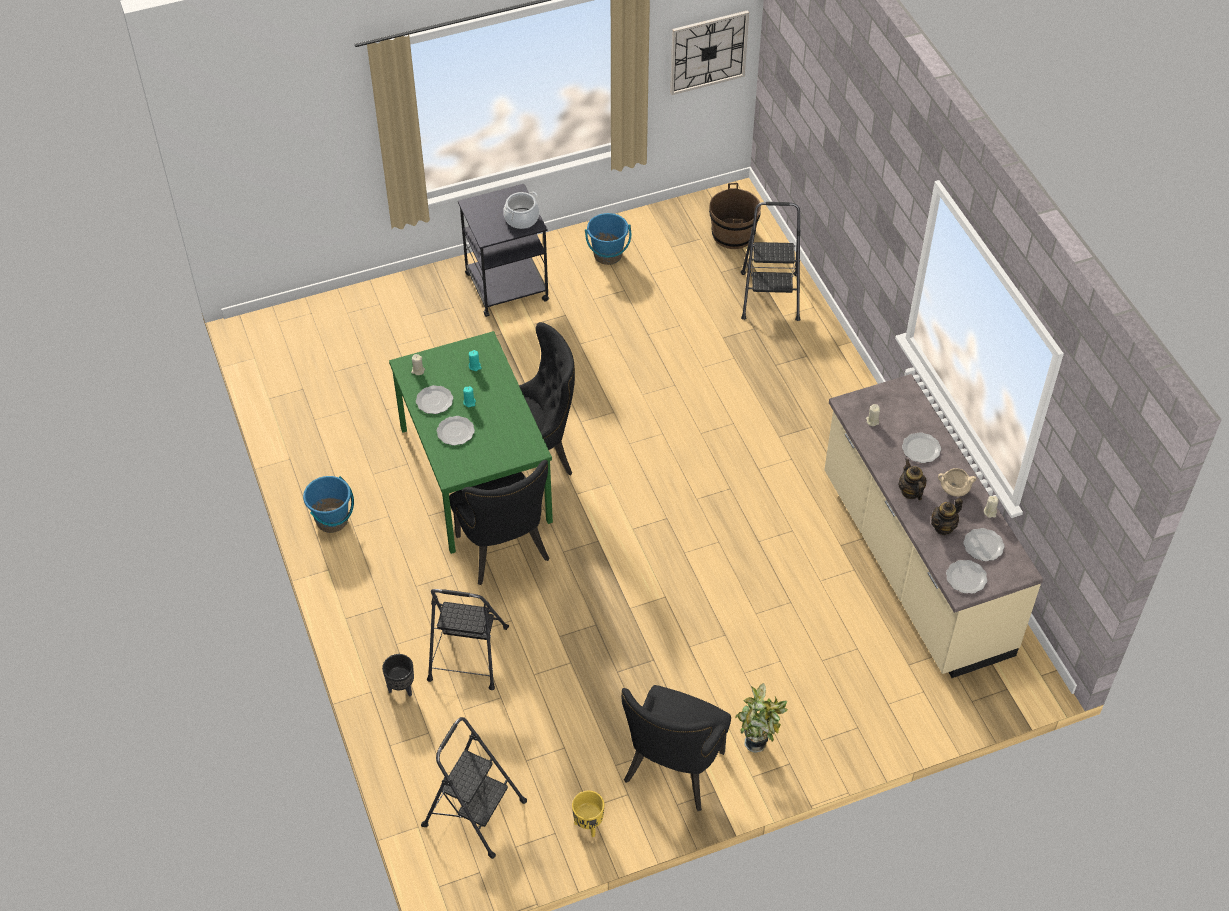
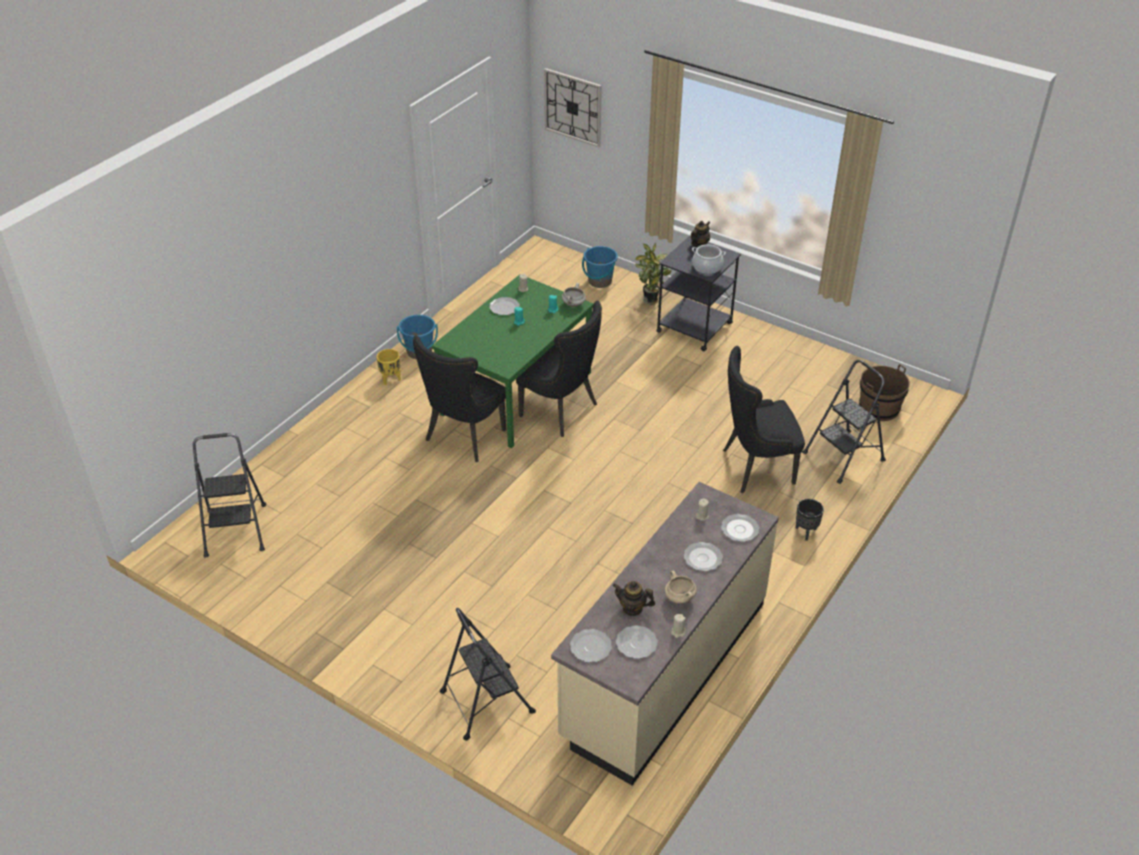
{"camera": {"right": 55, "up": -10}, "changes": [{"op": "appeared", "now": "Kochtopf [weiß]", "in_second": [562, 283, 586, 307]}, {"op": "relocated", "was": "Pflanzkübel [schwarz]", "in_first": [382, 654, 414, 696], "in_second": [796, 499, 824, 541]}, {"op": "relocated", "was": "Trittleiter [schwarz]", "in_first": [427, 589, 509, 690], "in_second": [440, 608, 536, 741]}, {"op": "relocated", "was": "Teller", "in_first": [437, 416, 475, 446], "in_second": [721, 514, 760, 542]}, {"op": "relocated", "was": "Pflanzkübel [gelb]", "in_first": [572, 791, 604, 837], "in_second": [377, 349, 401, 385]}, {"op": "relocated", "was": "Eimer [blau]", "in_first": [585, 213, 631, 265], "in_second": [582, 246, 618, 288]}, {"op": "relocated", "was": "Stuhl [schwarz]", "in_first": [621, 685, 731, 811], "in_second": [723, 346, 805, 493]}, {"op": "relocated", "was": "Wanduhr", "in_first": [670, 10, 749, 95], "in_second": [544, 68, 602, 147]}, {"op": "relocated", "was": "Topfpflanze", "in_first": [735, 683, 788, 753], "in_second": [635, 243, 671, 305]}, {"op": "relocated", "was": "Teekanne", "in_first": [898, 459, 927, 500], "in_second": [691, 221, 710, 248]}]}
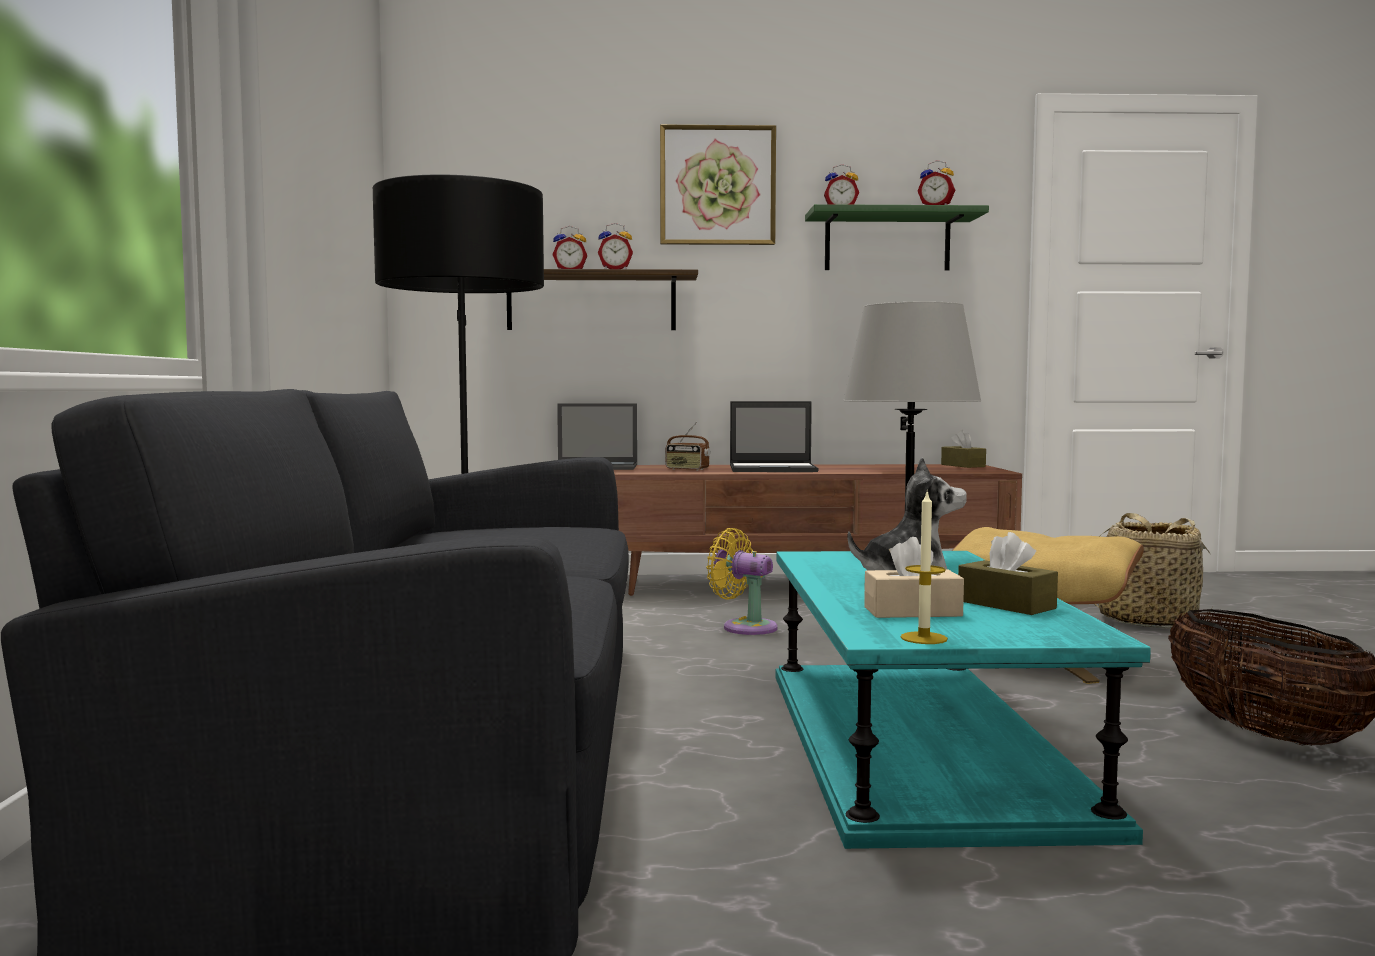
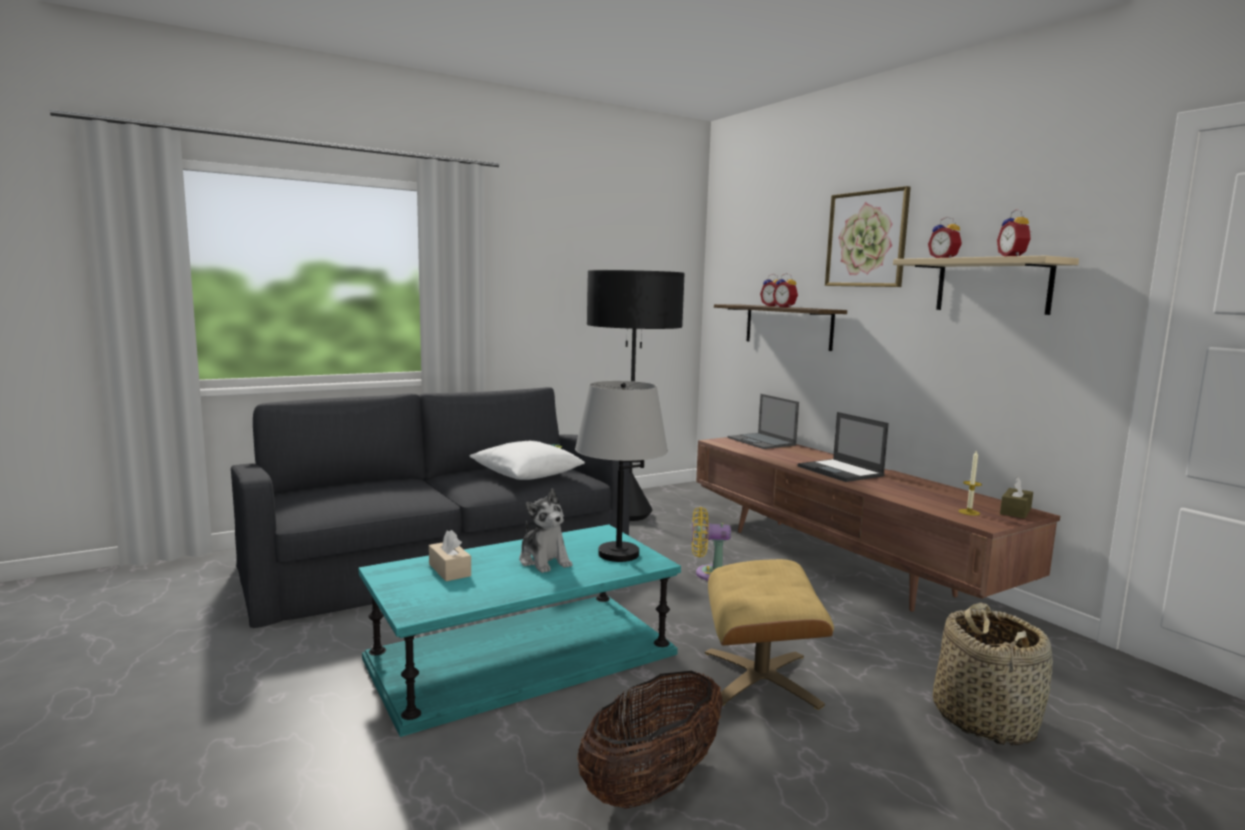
{"camera": {"right": 60, "up": 5}, "changes": [{"op": "missing", "was": "Radio", "in_first": [665, 422, 710, 471]}, {"op": "missing", "was": "Taschentuchbox [braun]", "in_first": [958, 532, 1058, 615]}, {"op": "appeared", "now": "Kissen [weiß]", "in_second": [469, 441, 585, 480]}, {"op": "relocated", "was": "Kerze", "in_first": [900, 492, 948, 644], "in_second": [959, 451, 982, 516]}, {"op": "colour", "was": "Wandregal [grün]", "now": "Wandregal [beige]", "in_first": [805, 204, 989, 271], "in_second": [893, 256, 1079, 315]}, {"op": "spun", "was": "Ventilator [gelb]", "in_first": [707, 528, 777, 635], "in_second": [692, 507, 731, 581], "clockwise": -90}]}
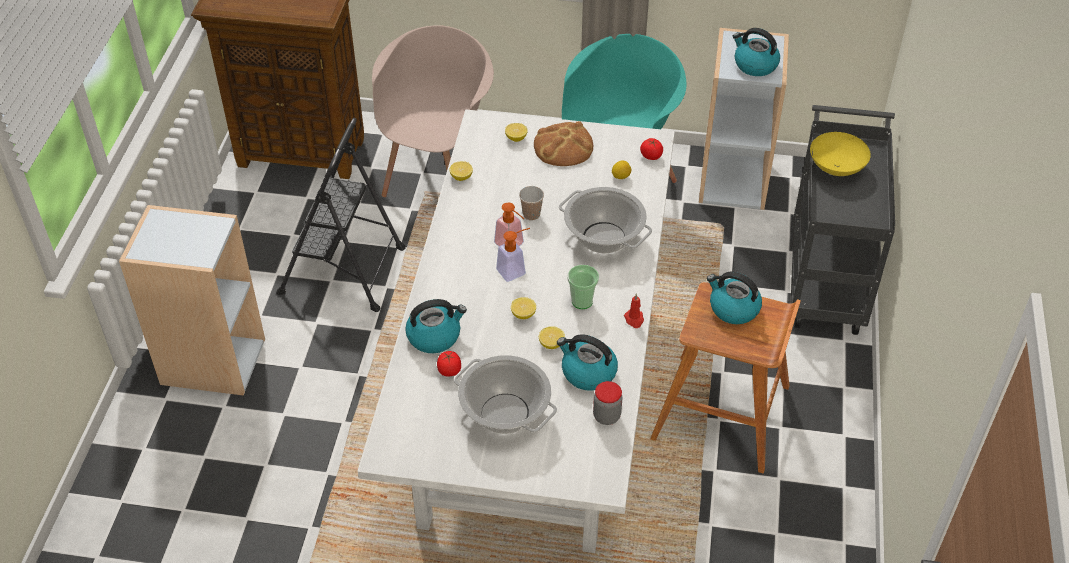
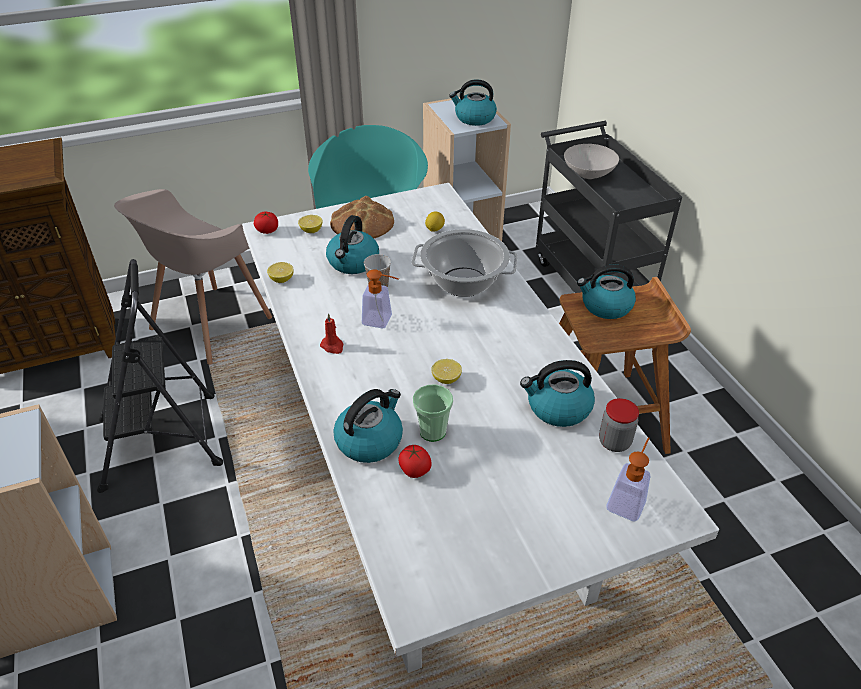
{"camera": {"right": -30, "up": -5}, "changes": [{"op": "missing", "was": "Kochtopf", "in_first": [453, 355, 557, 434]}, {"op": "missing", "was": "Zitrone", "in_first": [539, 326, 565, 349]}, {"op": "appeared", "now": "Wasserkessel", "in_second": [326, 215, 379, 274]}, {"op": "relocated", "was": "Seifenspender", "in_first": [496, 228, 530, 282], "in_second": [606, 437, 650, 522]}, {"op": "relocated", "was": "Tasse", "in_first": [568, 265, 599, 309], "in_second": [413, 384, 453, 442]}, {"op": "relocated", "was": "Kerze [rot]", "in_first": [624, 293, 644, 328], "in_second": [320, 313, 343, 354]}, {"op": "relocated", "was": "Tomate", "in_first": [640, 138, 663, 160], "in_second": [254, 212, 278, 234]}, {"op": "colour", "was": "Schüssel [gelb]", "now": "Schüssel [weiß]", "in_first": [810, 132, 871, 176], "in_second": [564, 144, 619, 179]}, {"op": "spun", "was": "Stuhl [beige]", "in_first": [372, 25, 494, 197], "in_second": [114, 189, 272, 365], "clockwise": -135}]}
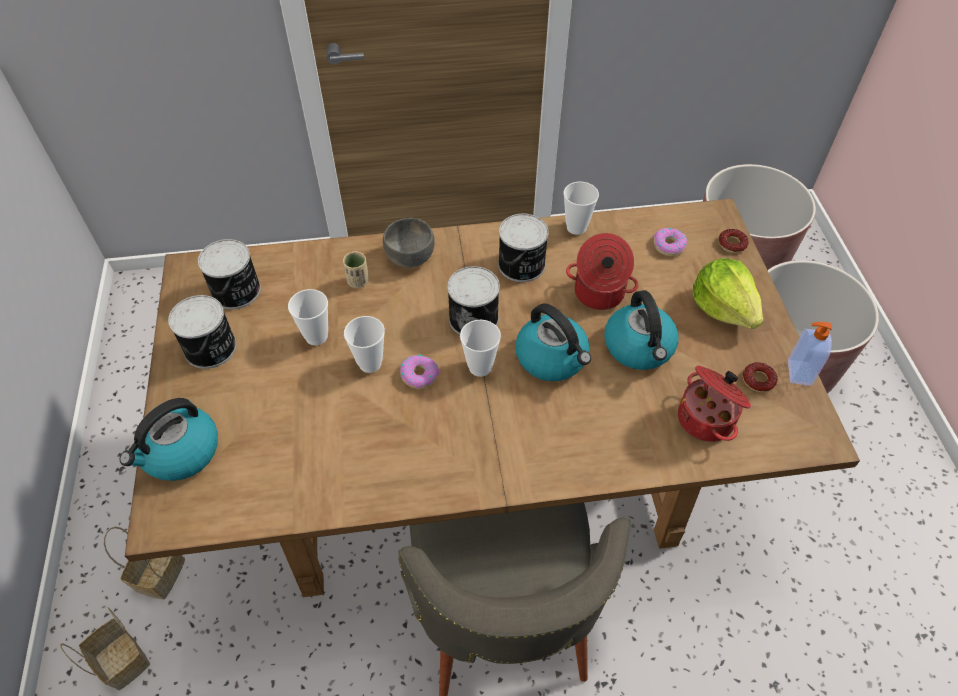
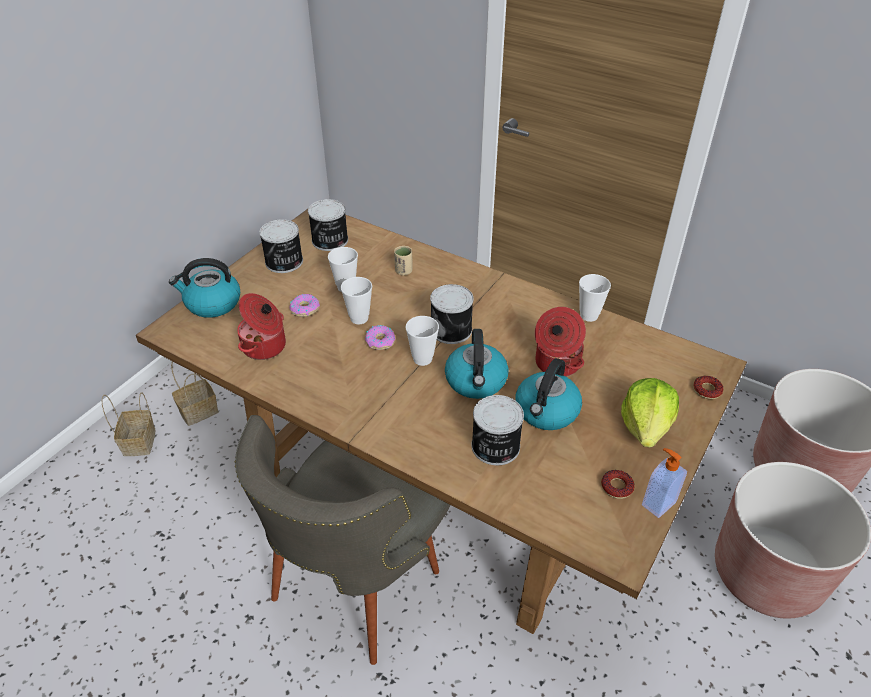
{"camera": {"right": 40, "up": -10}, "changes": [{"op": "missing", "was": "Schüssel [grau]", "in_first": [383, 218, 435, 268]}, {"op": "relocated", "was": "Dose", "in_first": [498, 214, 549, 282], "in_second": [471, 395, 524, 465]}, {"op": "relocated", "was": "Donut", "in_first": [654, 228, 687, 256], "in_second": [289, 294, 320, 317]}, {"op": "relocated", "was": "Kochtopf", "in_first": [678, 366, 751, 442], "in_second": [237, 293, 286, 360]}]}
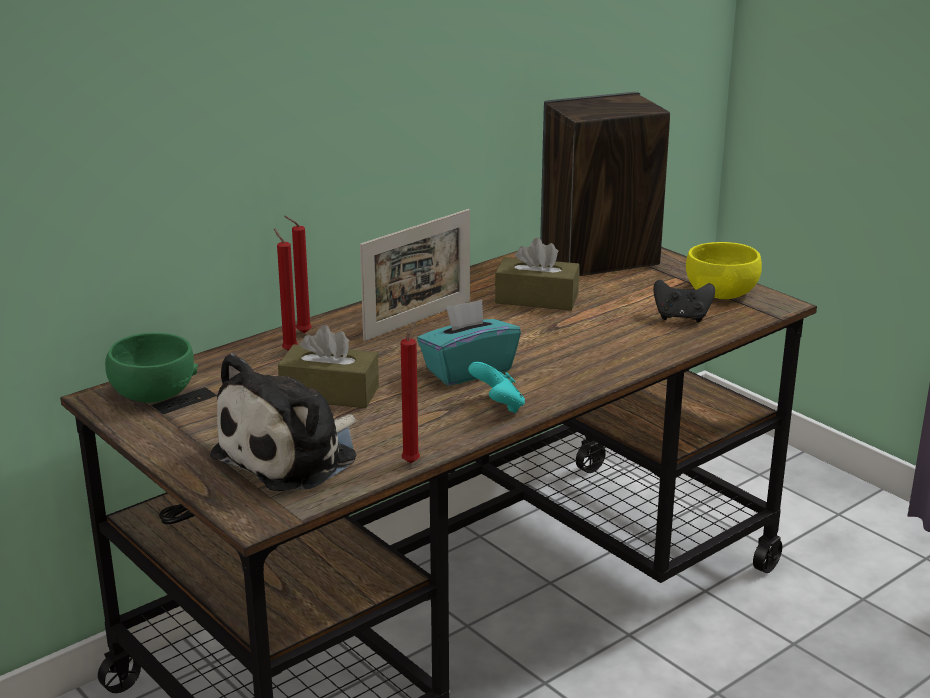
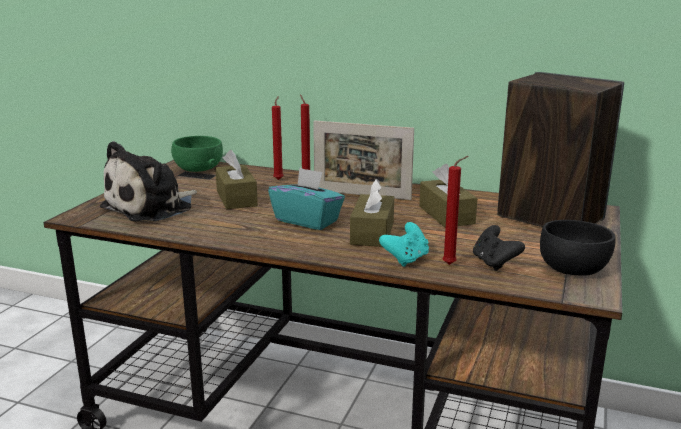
{"camera": {"right": 60, "up": -5}, "changes": [{"op": "appeared", "now": "Taschentuchbox [braun]", "in_second": [350, 179, 394, 247]}, {"op": "relocated", "was": "Kerze [rot]", "in_first": [401, 321, 420, 463], "in_second": [443, 156, 468, 265]}, {"op": "relocated", "was": "Gamepad [türkis]", "in_first": [468, 362, 525, 413], "in_second": [379, 222, 429, 267]}, {"op": "colour", "was": "Schüssel [gelb]", "now": "Schüssel [schwarz]", "in_first": [686, 242, 762, 299], "in_second": [540, 220, 616, 275]}, {"op": "spun", "was": "Plüschtier", "in_first": [210, 353, 356, 492], "in_second": [100, 141, 197, 222], "clockwise": -60}]}
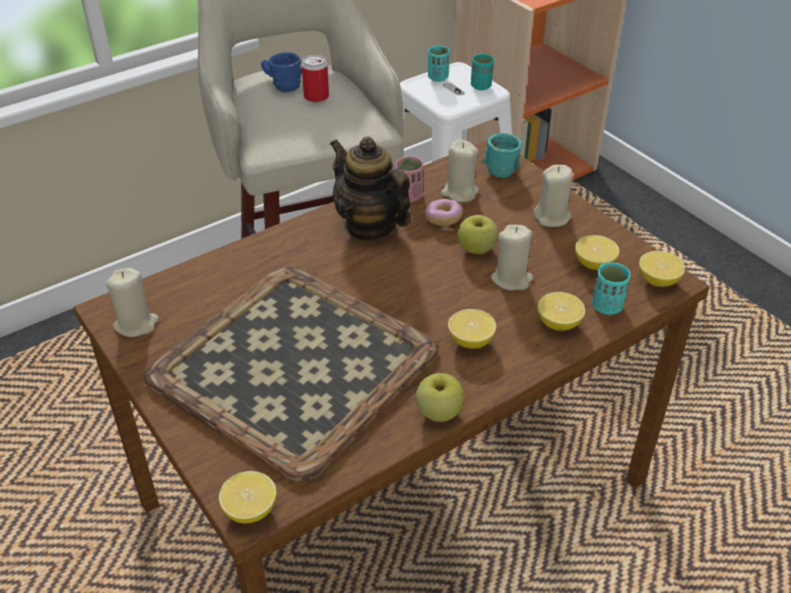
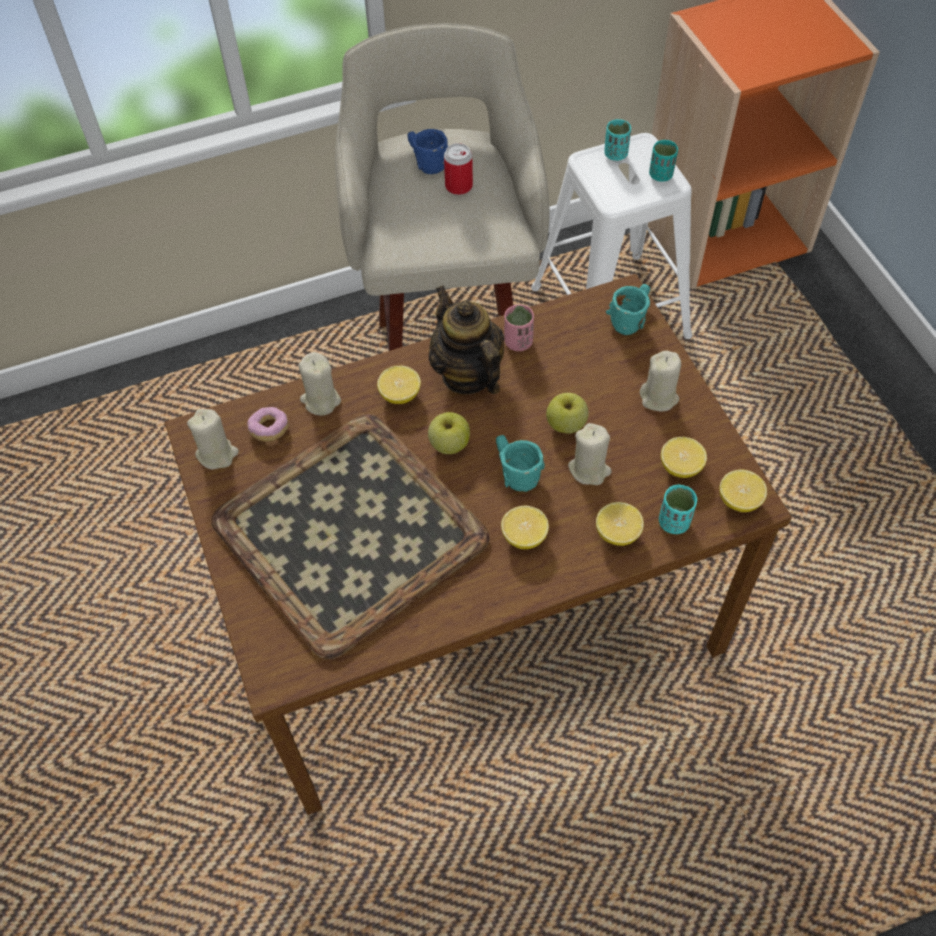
{"camera": {"right": 15, "up": 15}, "changes": [{"op": "appeared", "now": "Henkelbecher [türkis]", "in_second": [496, 435, 545, 492]}, {"op": "relocated", "was": "Zitrone", "in_first": [219, 471, 276, 524], "in_second": [377, 366, 421, 404]}, {"op": "relocated", "was": "Apfel", "in_first": [416, 373, 464, 422], "in_second": [428, 412, 470, 454]}, {"op": "relocated", "was": "Donut", "in_first": [425, 199, 463, 226], "in_second": [247, 407, 289, 442]}, {"op": "relocated", "was": "Kerze [beige]", "in_first": [441, 139, 479, 202], "in_second": [299, 352, 341, 416]}]}
